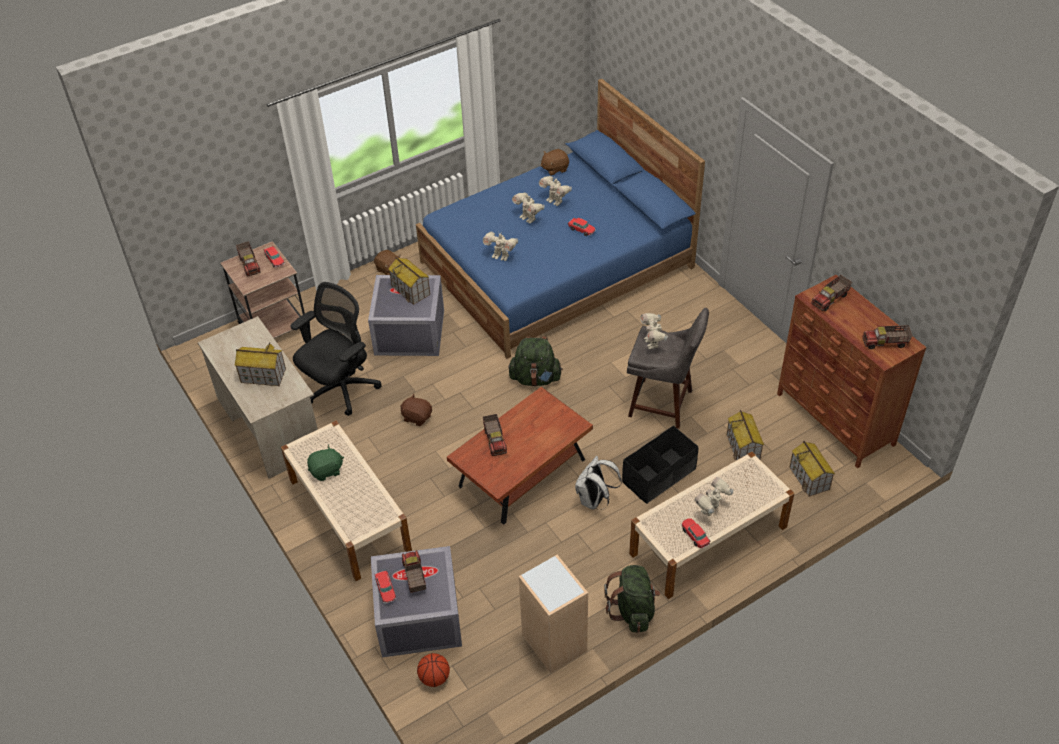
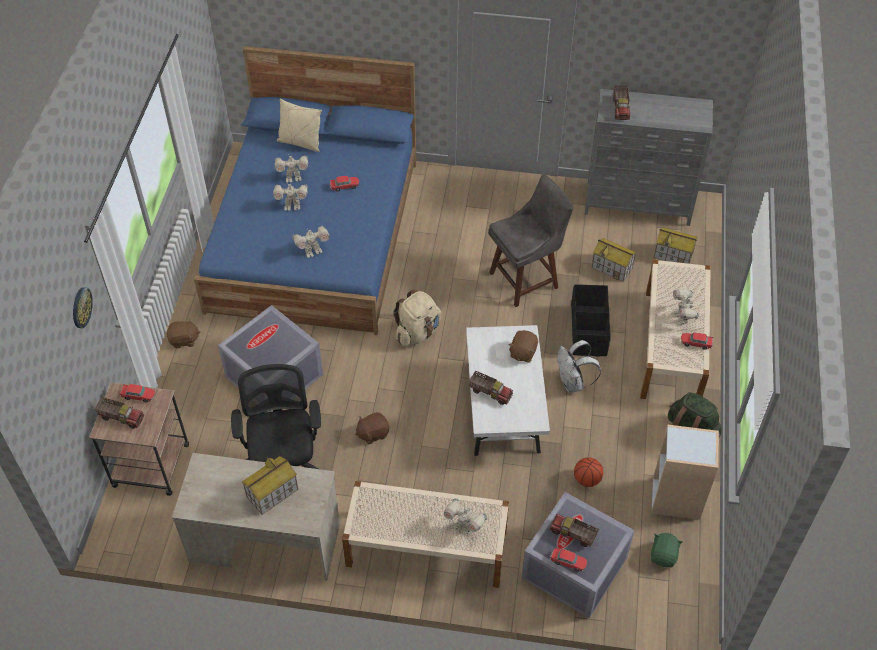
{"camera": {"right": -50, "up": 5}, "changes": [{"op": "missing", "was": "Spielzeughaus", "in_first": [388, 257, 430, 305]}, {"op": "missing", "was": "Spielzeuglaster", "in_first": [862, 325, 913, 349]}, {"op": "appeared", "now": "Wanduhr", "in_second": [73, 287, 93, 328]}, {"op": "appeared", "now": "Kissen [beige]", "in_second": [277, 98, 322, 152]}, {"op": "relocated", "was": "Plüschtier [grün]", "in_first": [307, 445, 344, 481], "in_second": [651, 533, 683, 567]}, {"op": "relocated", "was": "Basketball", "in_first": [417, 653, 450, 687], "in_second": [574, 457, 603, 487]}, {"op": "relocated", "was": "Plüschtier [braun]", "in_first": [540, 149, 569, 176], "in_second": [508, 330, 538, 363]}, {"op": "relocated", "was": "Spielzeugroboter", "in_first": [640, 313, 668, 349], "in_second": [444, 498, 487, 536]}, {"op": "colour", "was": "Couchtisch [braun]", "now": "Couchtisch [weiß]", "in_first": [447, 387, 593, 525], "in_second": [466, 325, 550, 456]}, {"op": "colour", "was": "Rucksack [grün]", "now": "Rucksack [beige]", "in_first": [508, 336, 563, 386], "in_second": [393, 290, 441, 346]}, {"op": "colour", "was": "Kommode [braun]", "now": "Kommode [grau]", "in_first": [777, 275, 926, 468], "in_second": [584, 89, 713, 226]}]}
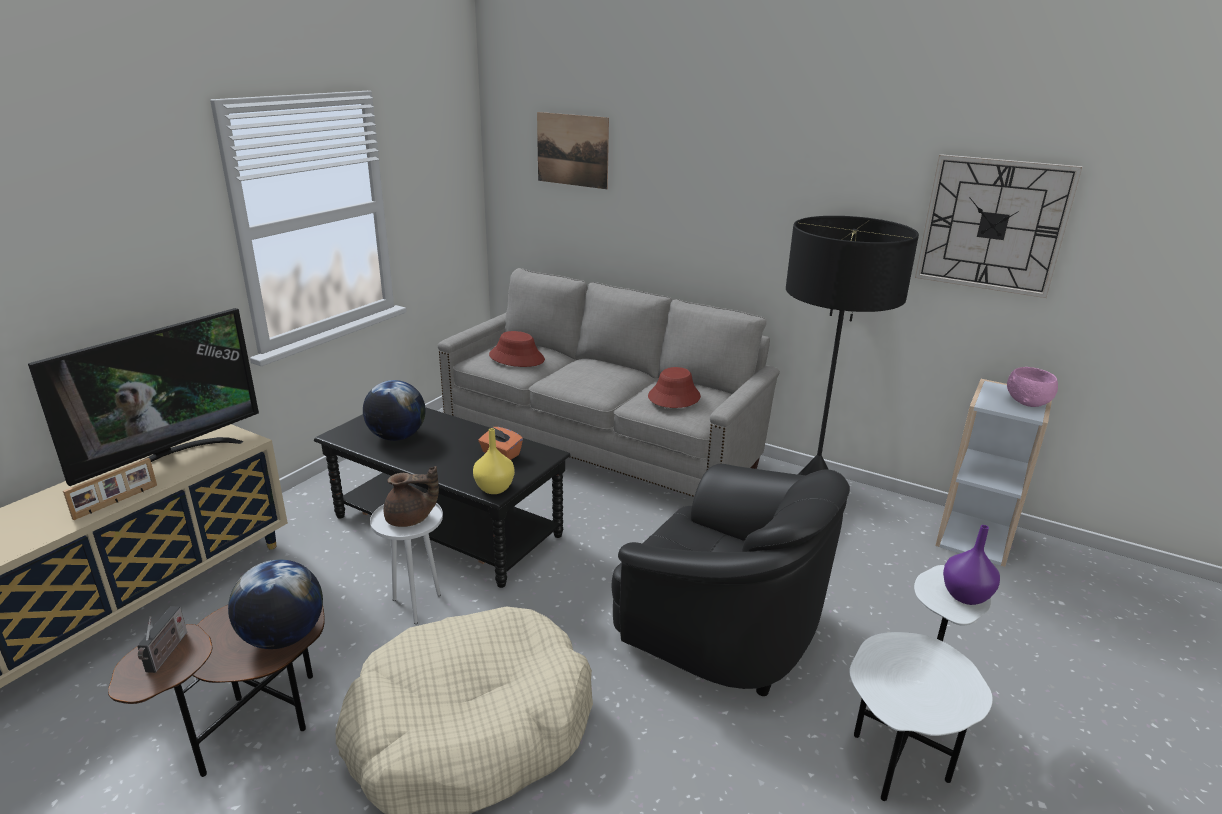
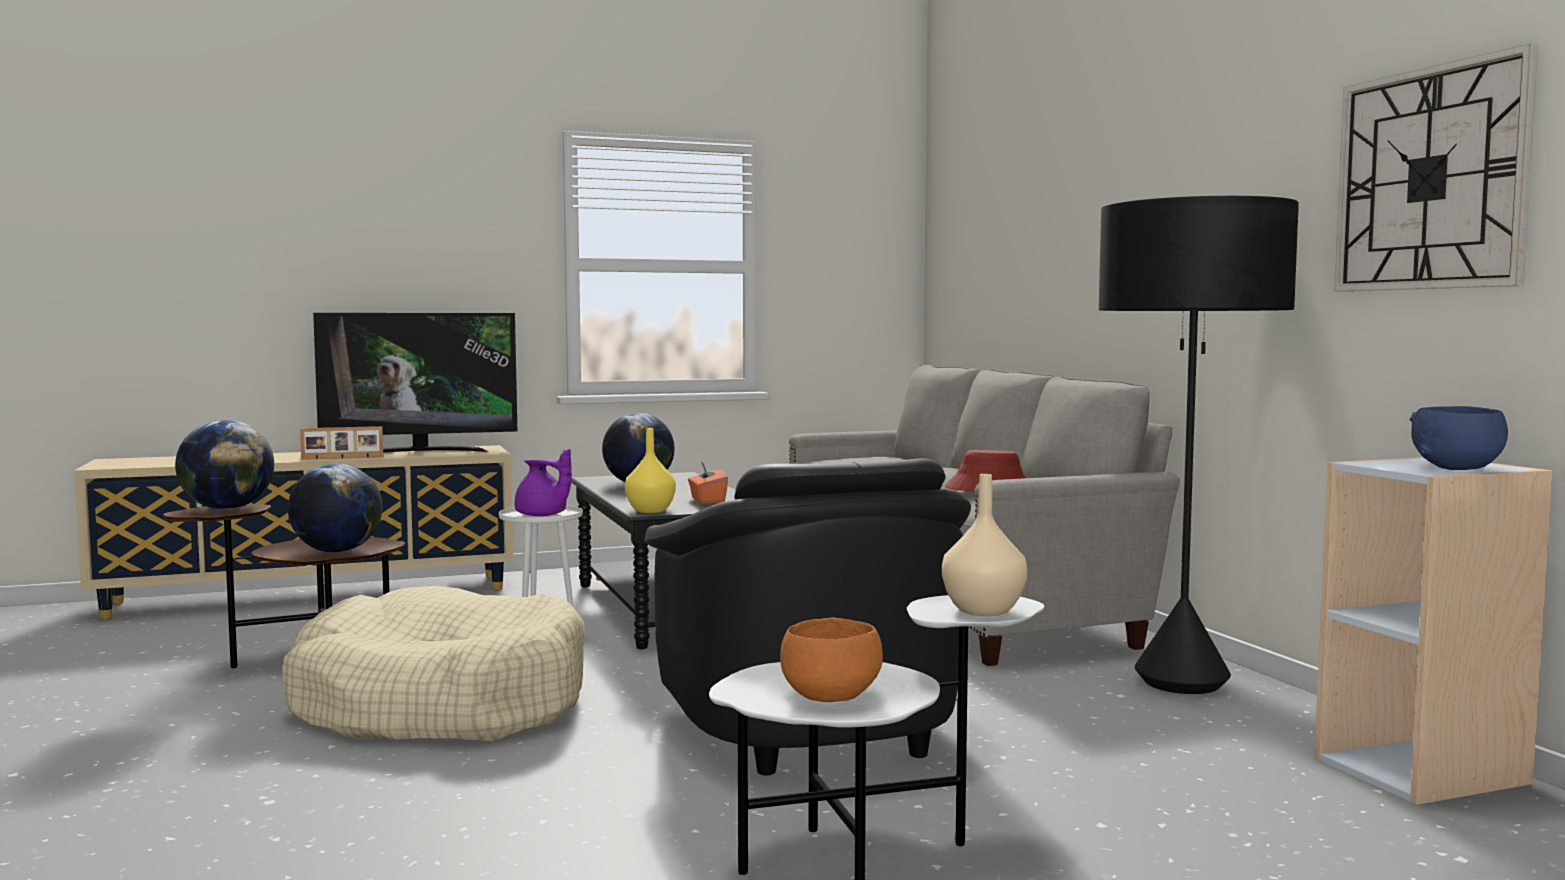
{"camera": {"right": 40, "up": -20}, "changes": [{"op": "missing", "was": "Hut [rot]", "in_first": [489, 331, 545, 367]}, {"op": "missing", "was": "Bild", "in_first": [537, 112, 609, 189]}, {"op": "appeared", "now": "Schüssel [orange]", "in_second": [780, 618, 883, 702]}, {"op": "exchanged", "was": "Radio", "now": "Globus", "in_first": [137, 606, 187, 673], "in_second": [175, 420, 274, 510]}, {"op": "colour", "was": "Teekanne [braun]", "now": "Teekanne [lila]", "in_first": [384, 466, 439, 527], "in_second": [515, 449, 572, 516]}, {"op": "colour", "was": "Vase [lila]", "now": "Vase [beige]", "in_first": [943, 525, 1000, 605], "in_second": [942, 474, 1028, 616]}, {"op": "colour", "was": "Schüssel [rosa]", "now": "Schüssel [blau]", "in_first": [1007, 367, 1058, 407], "in_second": [1409, 406, 1508, 470]}]}
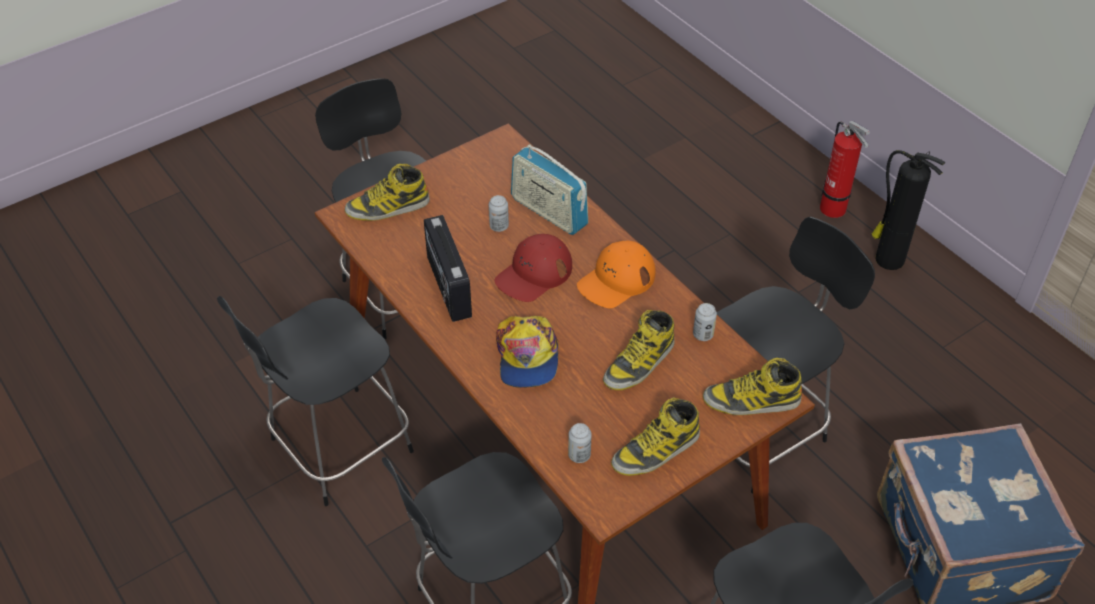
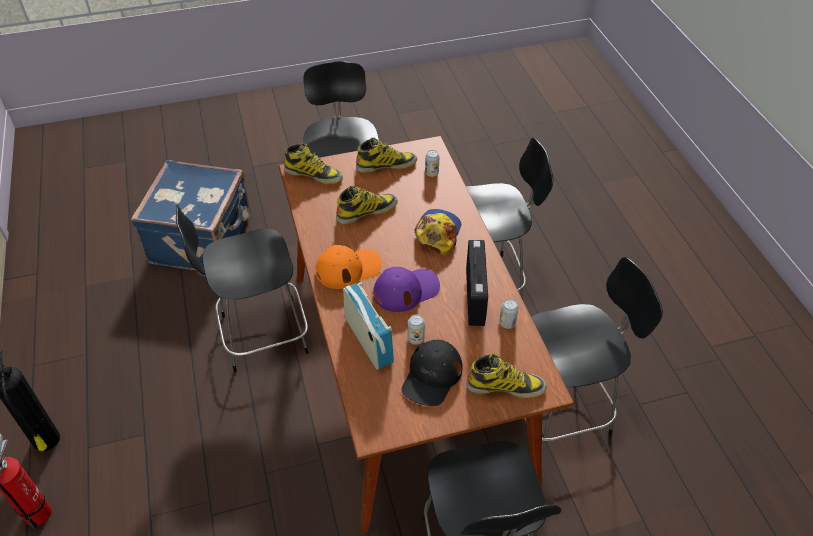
{"camera": {"right": -160, "up": 0}, "changes": [{"op": "appeared", "now": "Kappe [schwarz]", "in_second": [402, 340, 463, 406]}, {"op": "relocated", "was": "Dose", "in_first": [693, 303, 717, 341], "in_second": [499, 299, 518, 329]}, {"op": "colour", "was": "Kappe [rot]", "now": "Kappe [lila]", "in_first": [494, 234, 572, 302], "in_second": [373, 267, 440, 312]}]}
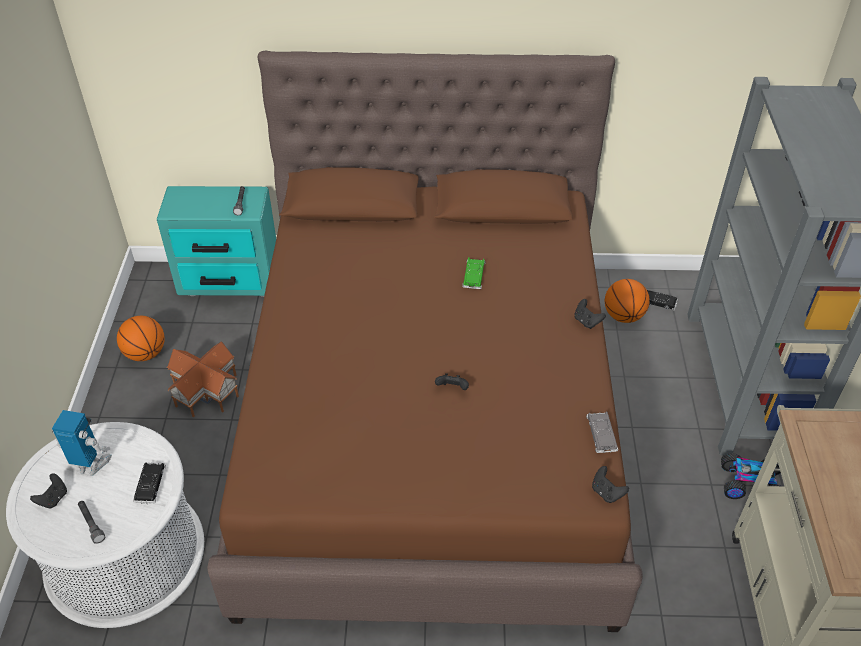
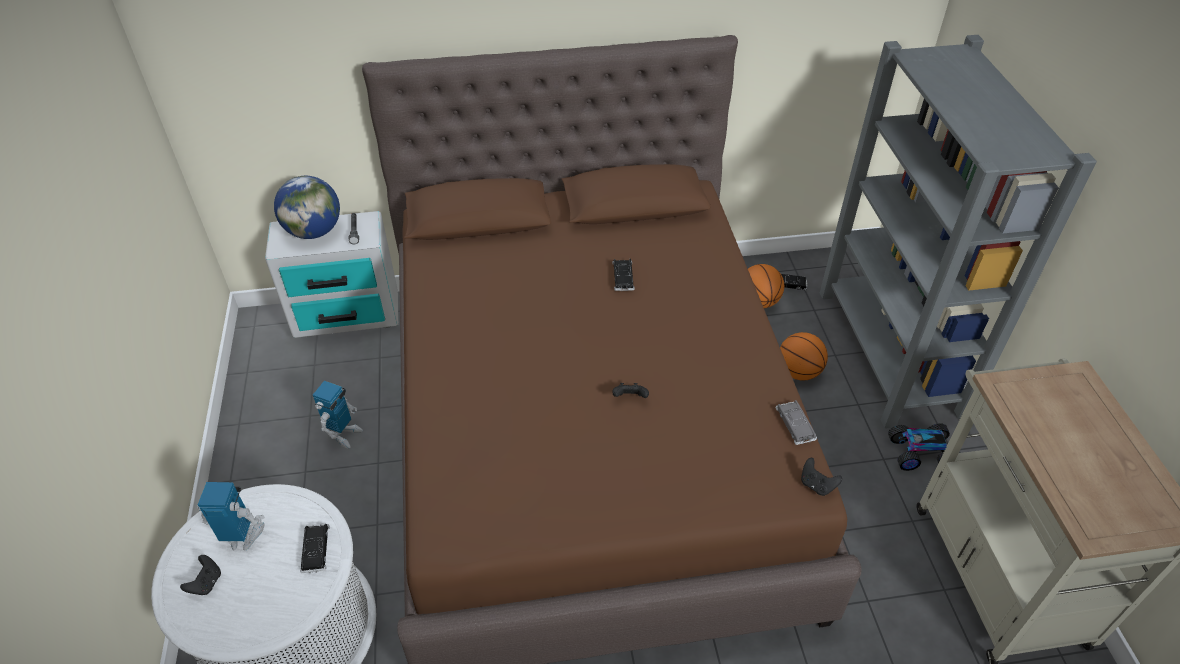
{"camera": {"right": -10, "up": 0}, "changes": [{"op": "missing", "was": "Taschenlampe [grau]", "in_first": [78, 501, 105, 544]}, {"op": "missing", "was": "Gamepad [schwarz]", "in_first": [574, 299, 606, 329]}, {"op": "appeared", "now": "Globus", "in_second": [274, 176, 340, 239]}, {"op": "relocated", "was": "Basketball", "in_first": [117, 316, 165, 361], "in_second": [780, 332, 828, 380]}, {"op": "exchanged", "was": "Spielzeughaus", "now": "Spielzeugroboter", "in_first": [167, 341, 239, 417], "in_second": [313, 381, 363, 449]}, {"op": "colour", "was": "Nachttisch [türkis]", "now": "Nachttisch [weiß]", "in_first": [157, 186, 276, 297], "in_second": [265, 211, 399, 338]}, {"op": "colour", "was": "Spielzeugauto [grün]", "now": "Spielzeugauto [schwarz]", "in_first": [462, 257, 486, 289], "in_second": [612, 259, 635, 291]}]}
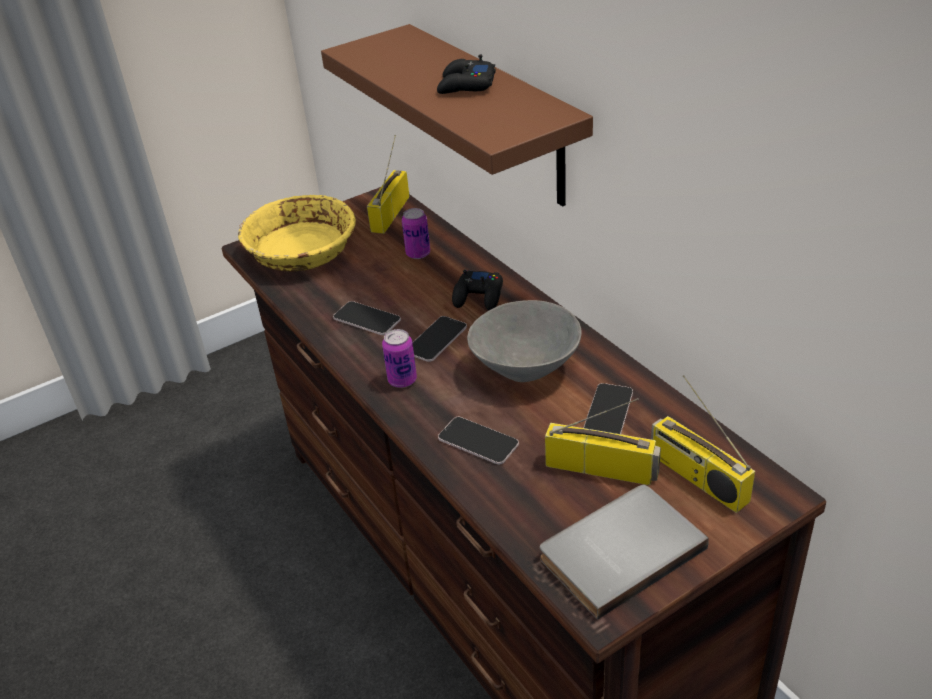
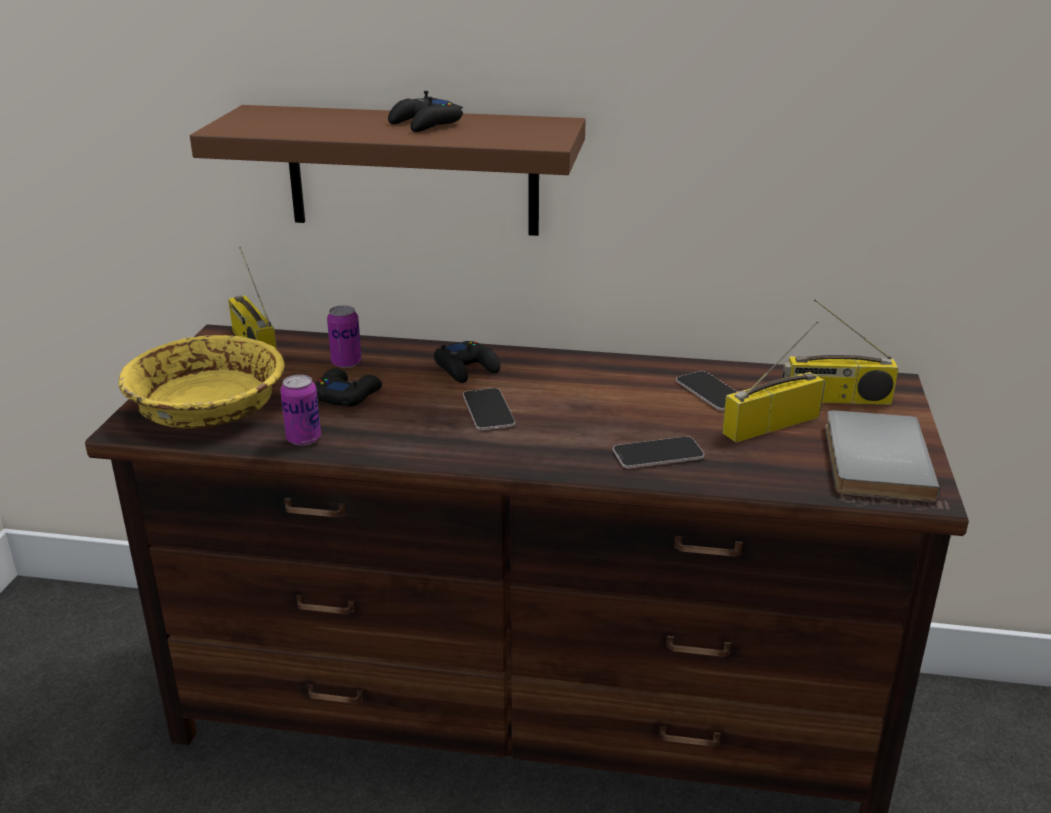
{"camera": {"right": -50, "up": -10}, "changes": [{"op": "missing", "was": "Handy", "in_first": [333, 301, 401, 335]}, {"op": "missing", "was": "Schüssel [grau]", "in_first": [467, 300, 581, 382]}, {"op": "appeared", "now": "Gamepad [schwarz]", "in_second": [315, 368, 382, 407]}, {"op": "relocated", "was": "Dose", "in_first": [382, 329, 417, 388], "in_second": [280, 374, 321, 446]}]}
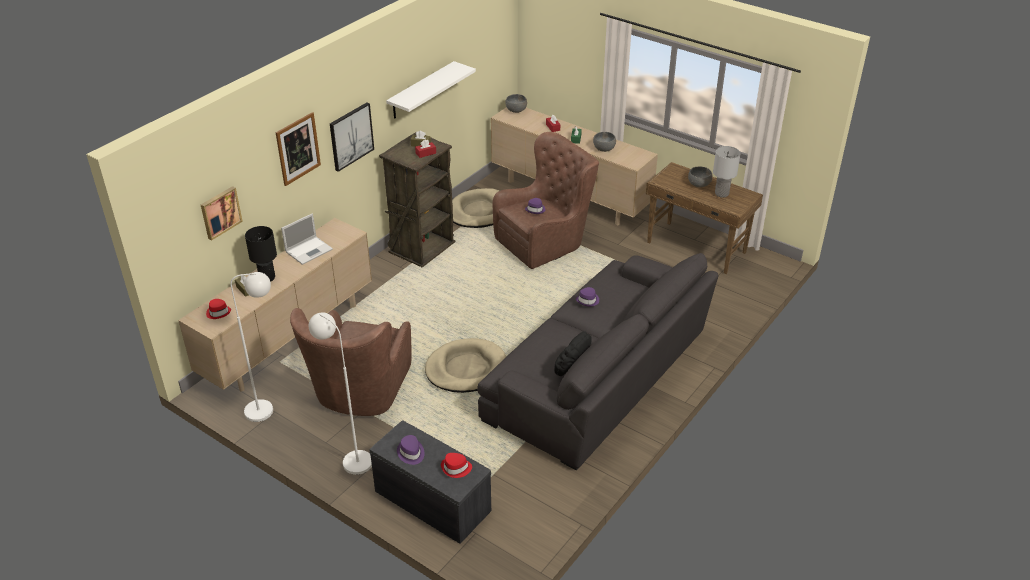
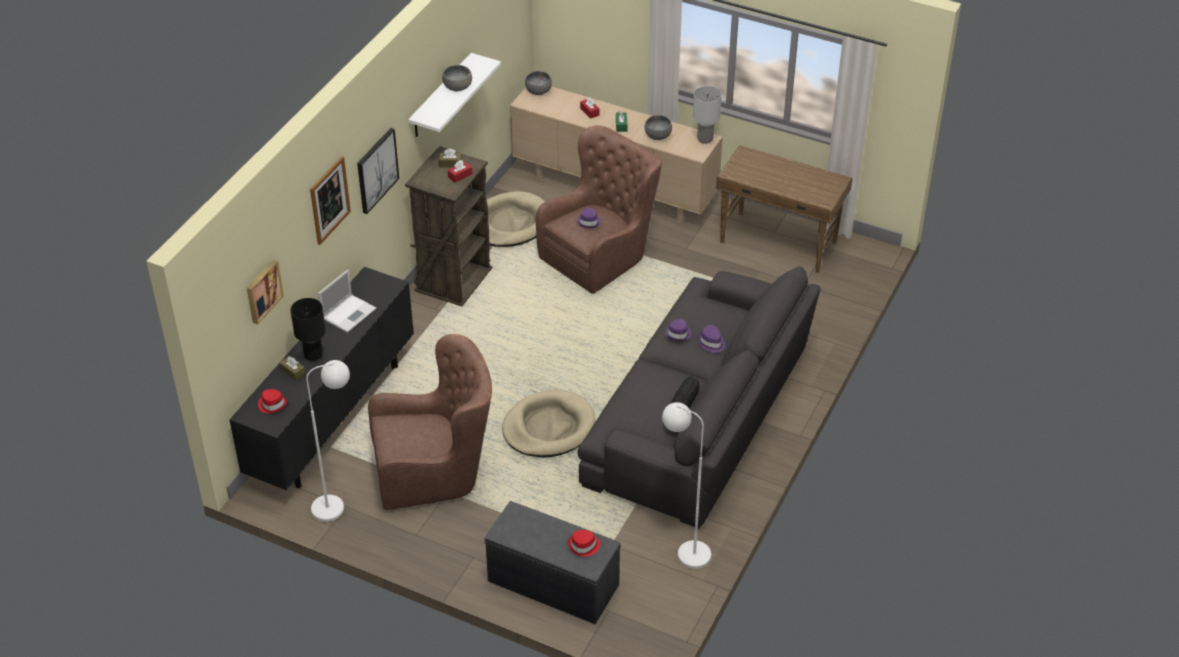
{"camera": {"right": -10, "up": 5}, "changes": [{"op": "relocated", "was": "Stehlampe [weiß]", "in_first": [309, 312, 372, 475], "in_second": [662, 402, 711, 569]}, {"op": "relocated", "was": "Hut [lila]", "in_first": [397, 435, 425, 465], "in_second": [698, 325, 725, 353]}, {"op": "relocated", "was": "Schüssel [grau]", "in_first": [688, 167, 713, 188], "in_second": [442, 65, 472, 91]}, {"op": "relocated", "was": "Tischlampe [grau]", "in_first": [713, 146, 741, 198], "in_second": [693, 86, 722, 144]}, {"op": "colour", "was": "Schrank [beige]", "now": "Schrank [schwarz]", "in_first": [178, 218, 372, 392], "in_second": [230, 267, 414, 490]}, {"op": "spun", "was": "Sessel [braun]", "in_first": [290, 308, 412, 416], "in_second": [368, 334, 492, 510], "clockwise": -105}]}
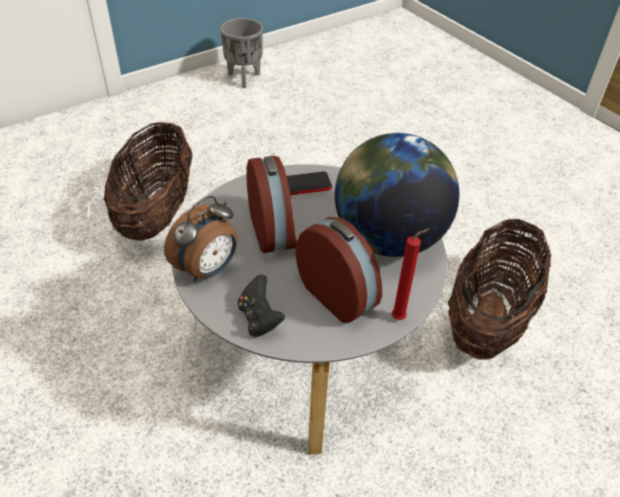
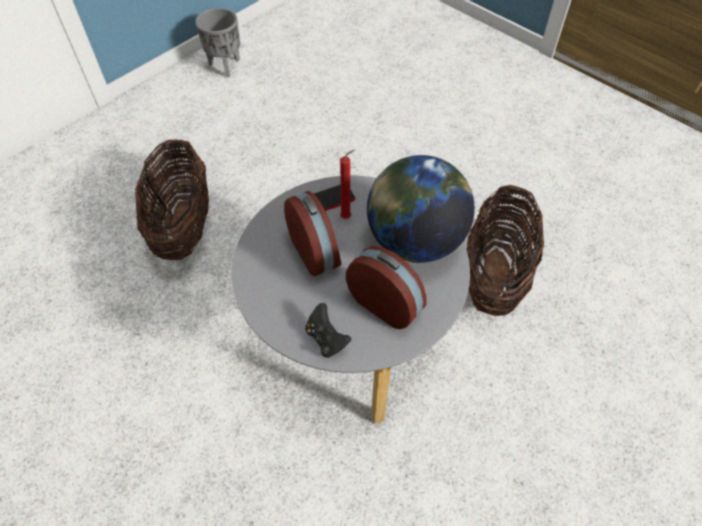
{"camera": {"right": -10, "up": 10}, "changes": [{"op": "missing", "was": "Wecker", "in_first": [164, 196, 238, 281]}, {"op": "relocated", "was": "Kerze [rot]", "in_first": [392, 229, 430, 320], "in_second": [340, 149, 355, 219]}]}
